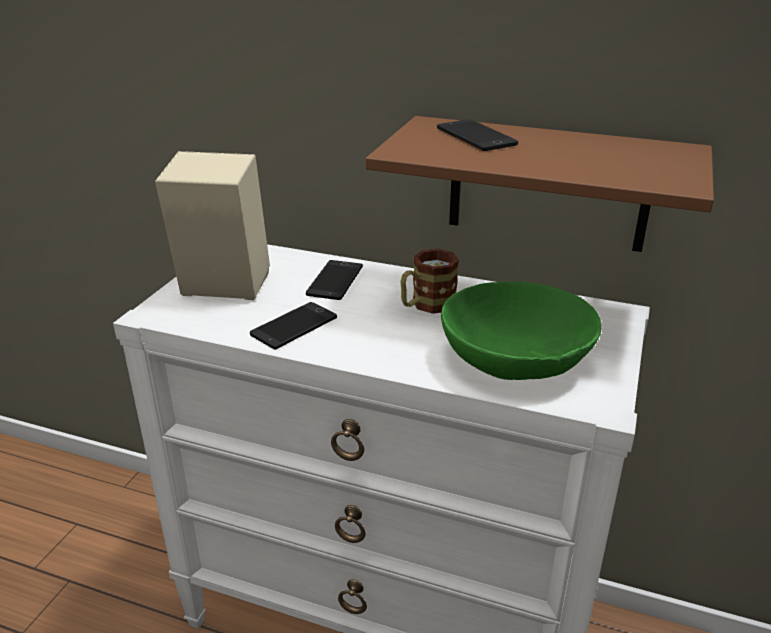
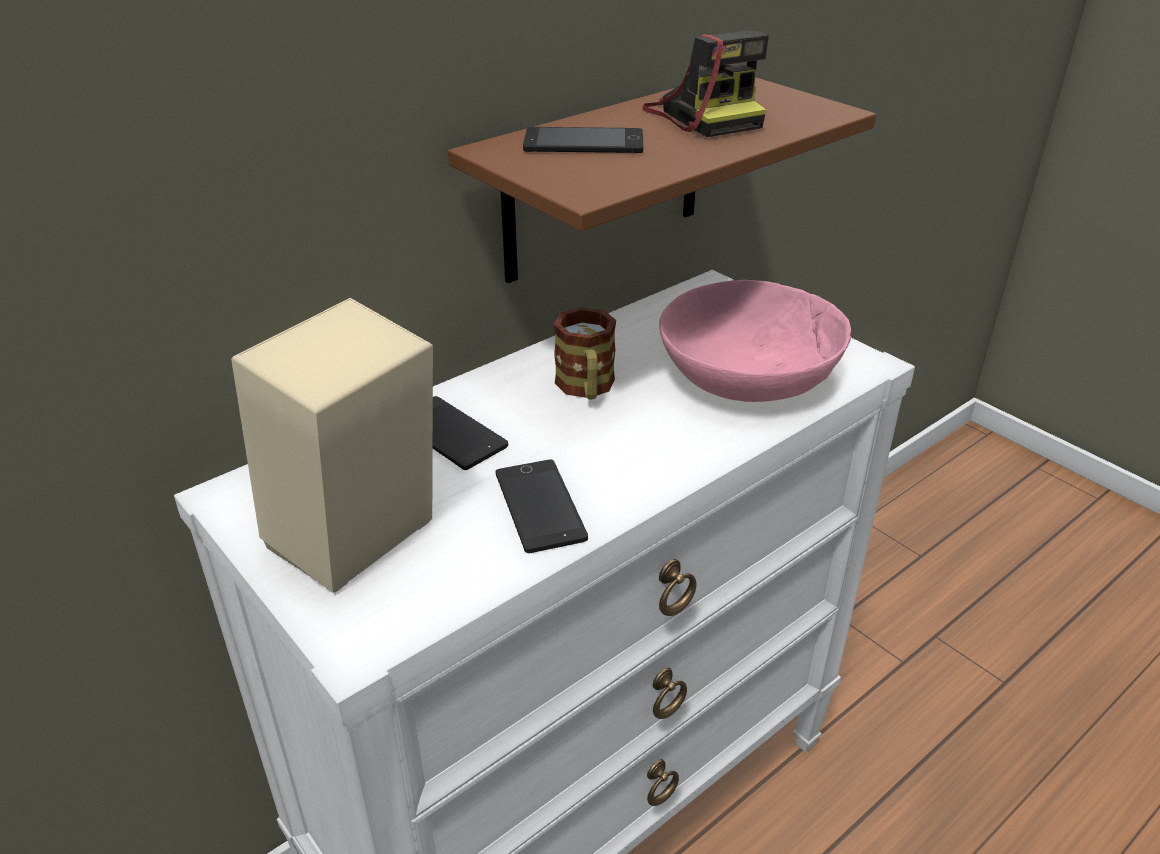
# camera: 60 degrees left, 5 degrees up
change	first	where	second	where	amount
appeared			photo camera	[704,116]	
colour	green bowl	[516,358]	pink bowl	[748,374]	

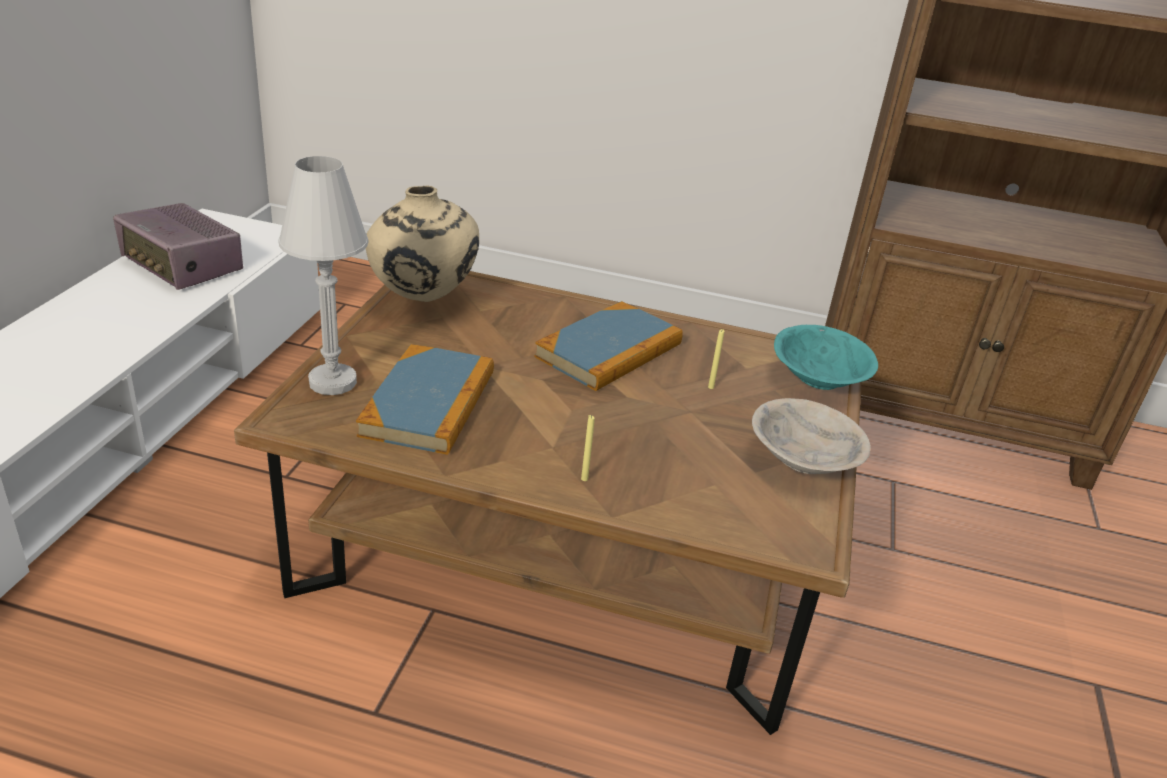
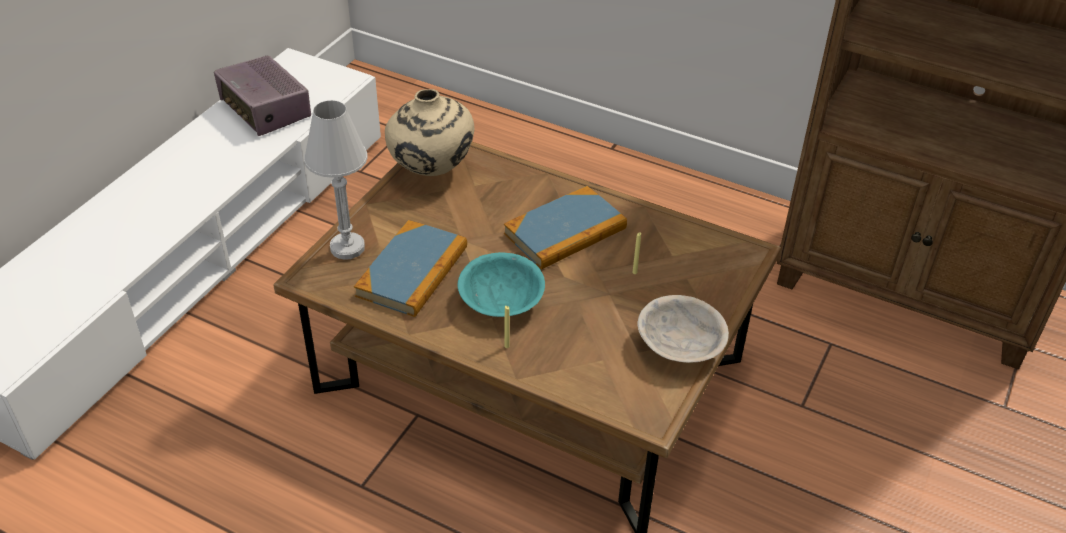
# camera: 15 degrees right, 10 degrees up
change	first	where	second	where	amount
relocated	turquoise bowl	[819,378]		[502,301]	

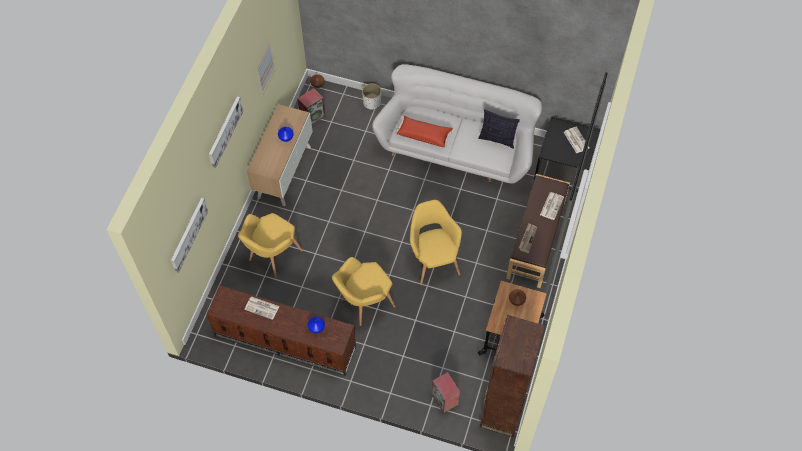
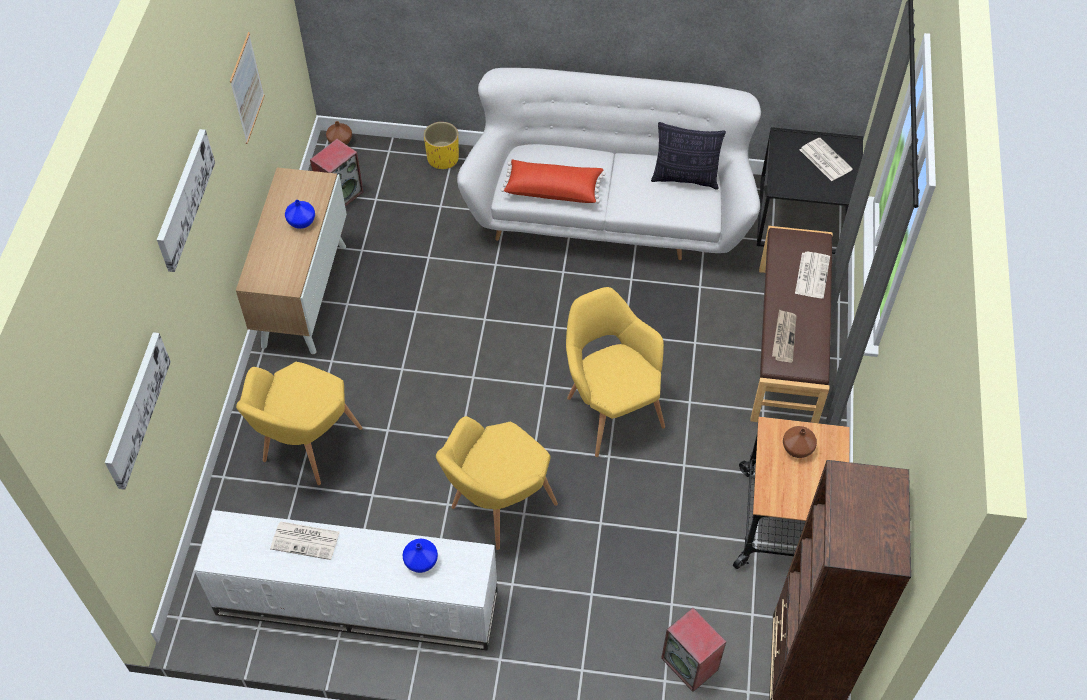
# camera: 10 degrees left, 5 degrees down
change	first	where	second	where	amount
colour	brown tv stand	[284,341]	white tv stand	[355,604]	
colour	white planter	[372,103]	yellow planter	[443,158]	

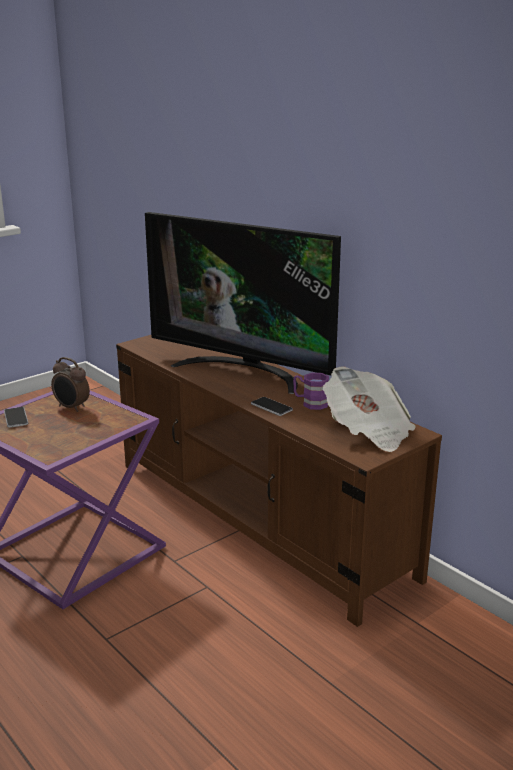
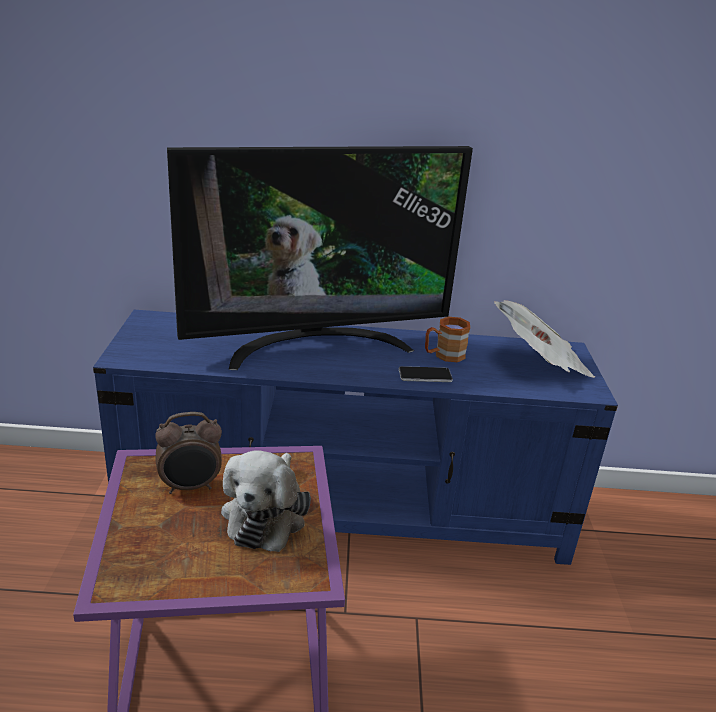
# camera: 50 degrees left, 5 degrees up
change	first	where	second	where	amount
missing	phone	[16,418]			
appeared			plush toy	[266,514]	
colour	brown tv stand	[259,518]	blue tv stand	[347,510]	
colour	purple mug	[310,403]	brown mug	[443,355]	

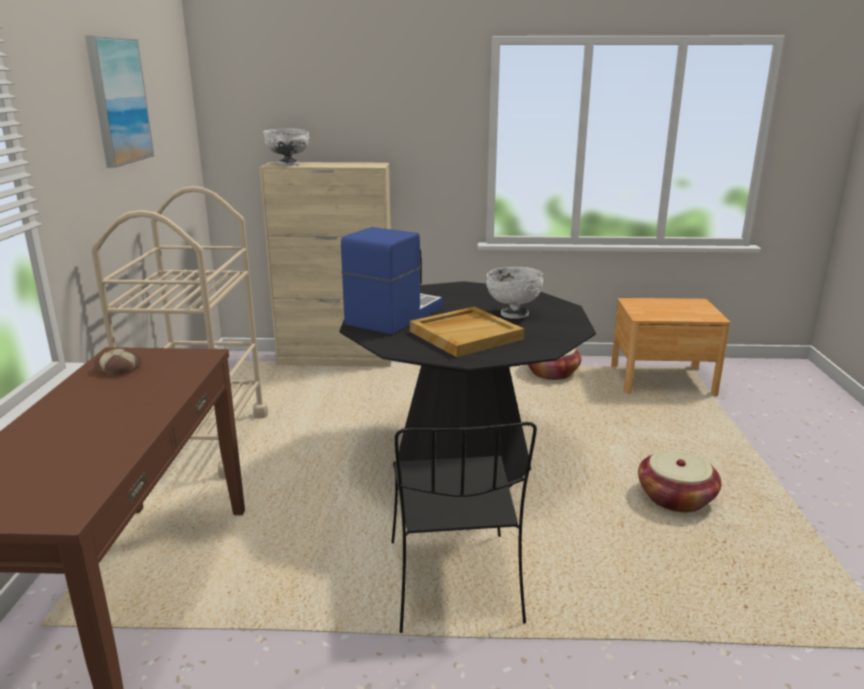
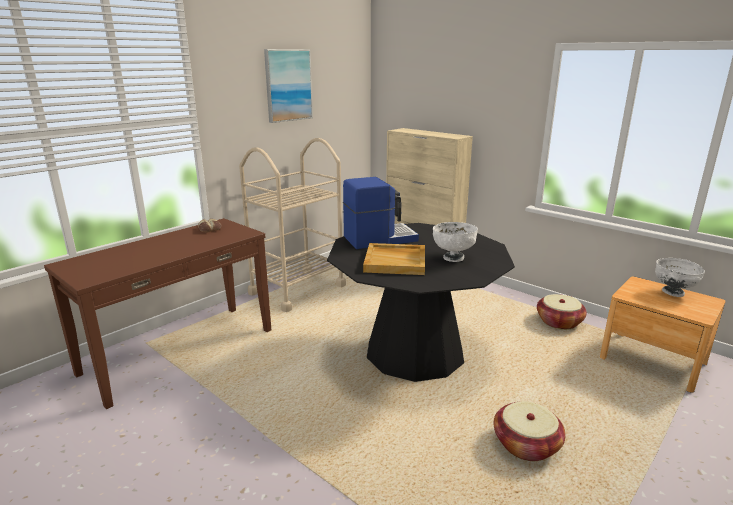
# camera: 40 degrees right, 0 degrees up
change	first	where	second	where	amount
missing	black chair	[455,584]			
relocated	white bowl	[288,164]		[673,293]	

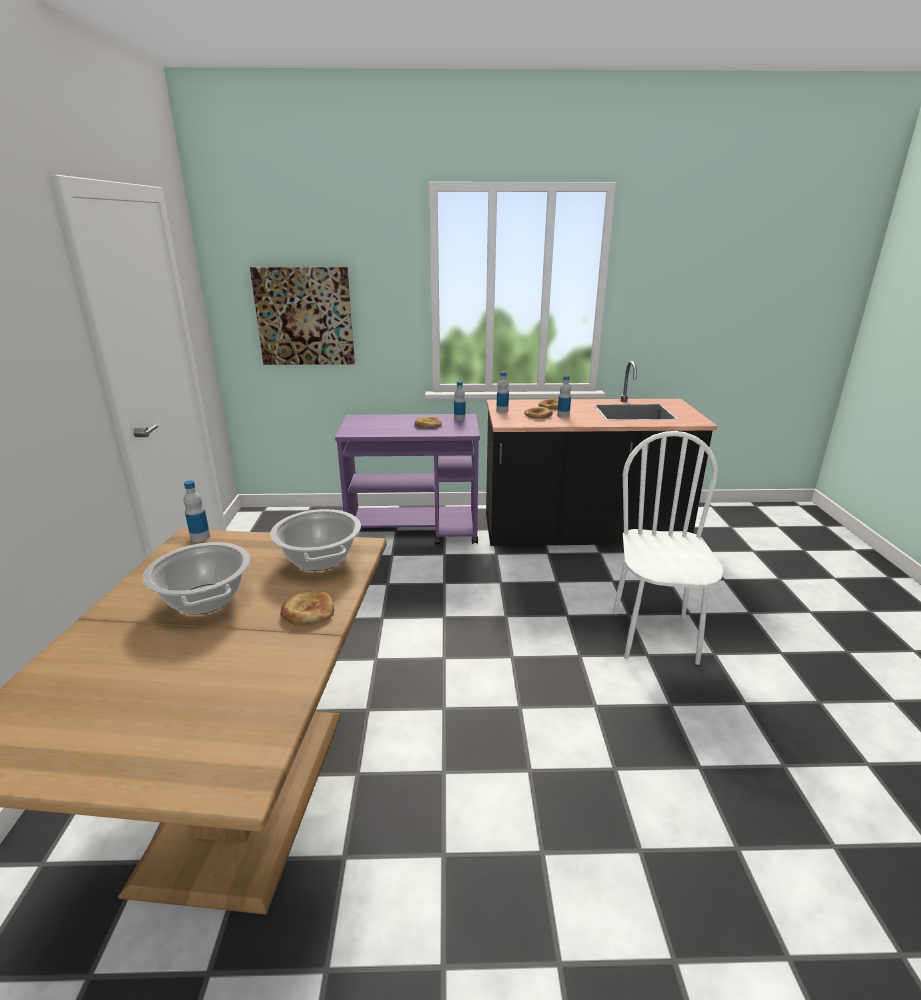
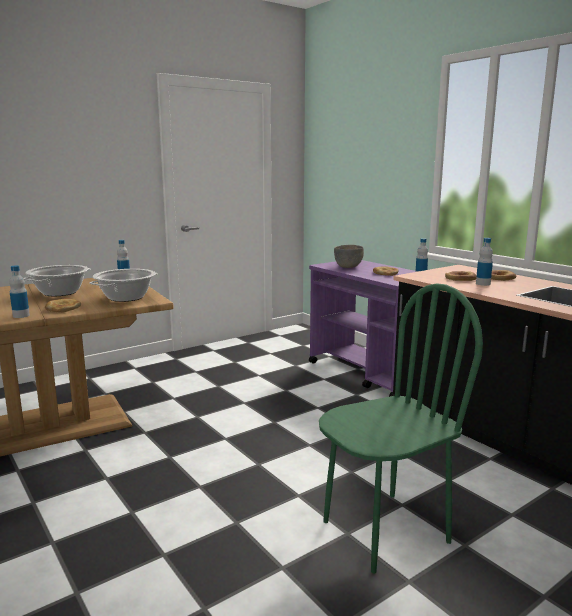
# camera: 55 degrees right, 10 degrees down
change	first	where	second	where	amount
missing	picture	[305,316]			
appeared			grey bowl	[348,267]	
relocated	bottle	[502,411]		[21,316]	
colour	white chair	[654,636]	green chair	[384,530]	

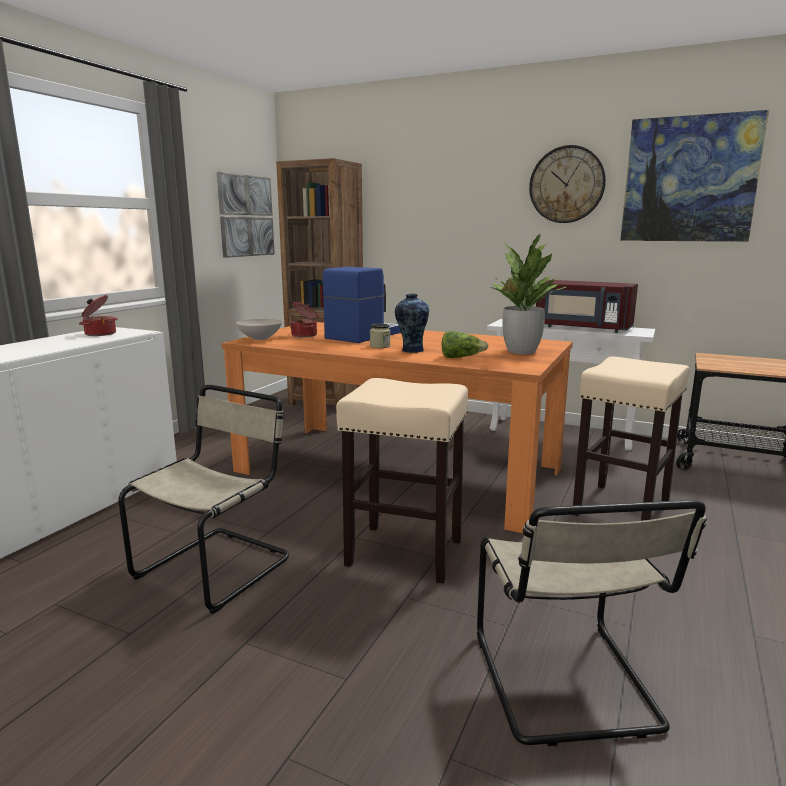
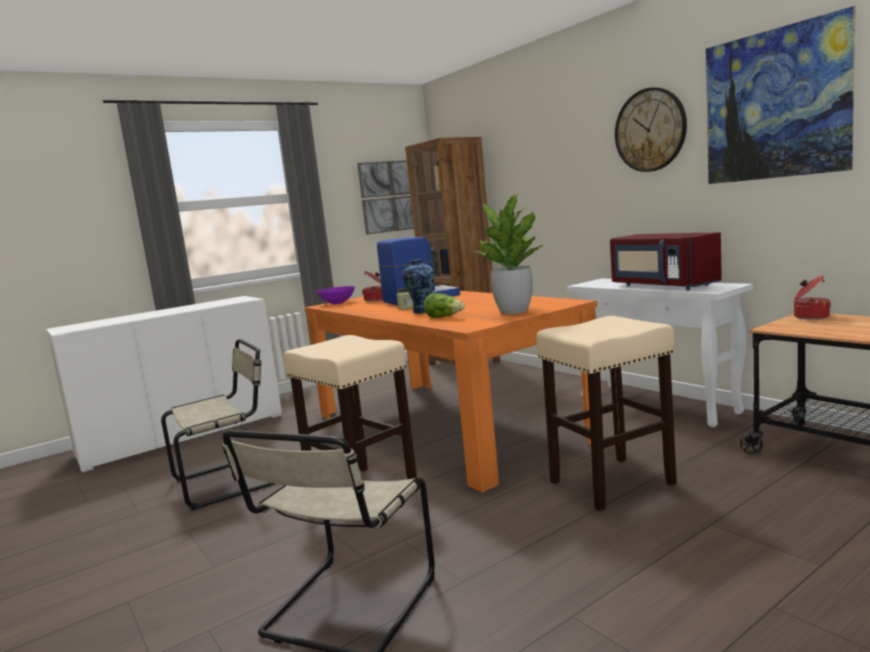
# camera: 30 degrees right, 5 degrees down
change	first	where	second	where	amount
relocated	cooking pot	[100,334]		[810,316]	
colour	white bowl	[259,338]	purple bowl	[337,303]	

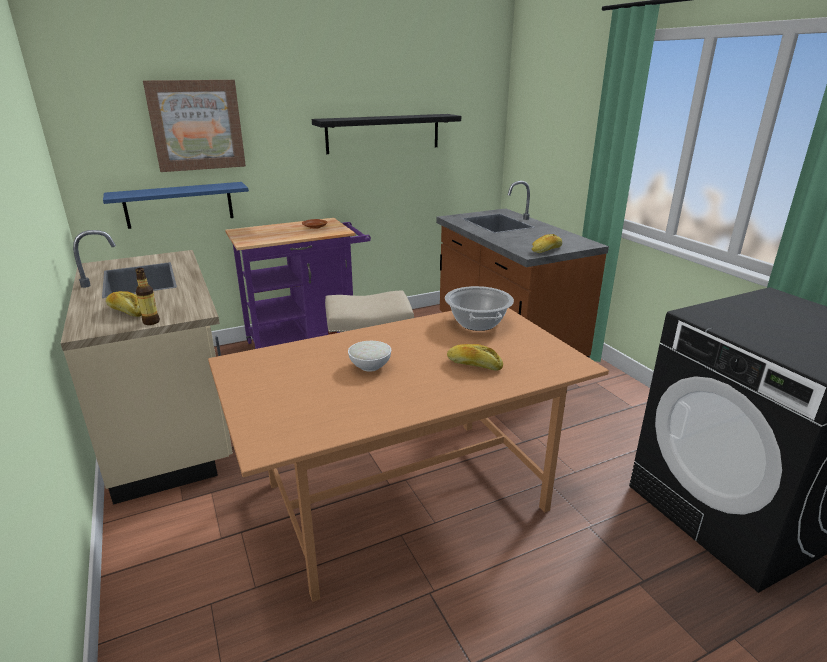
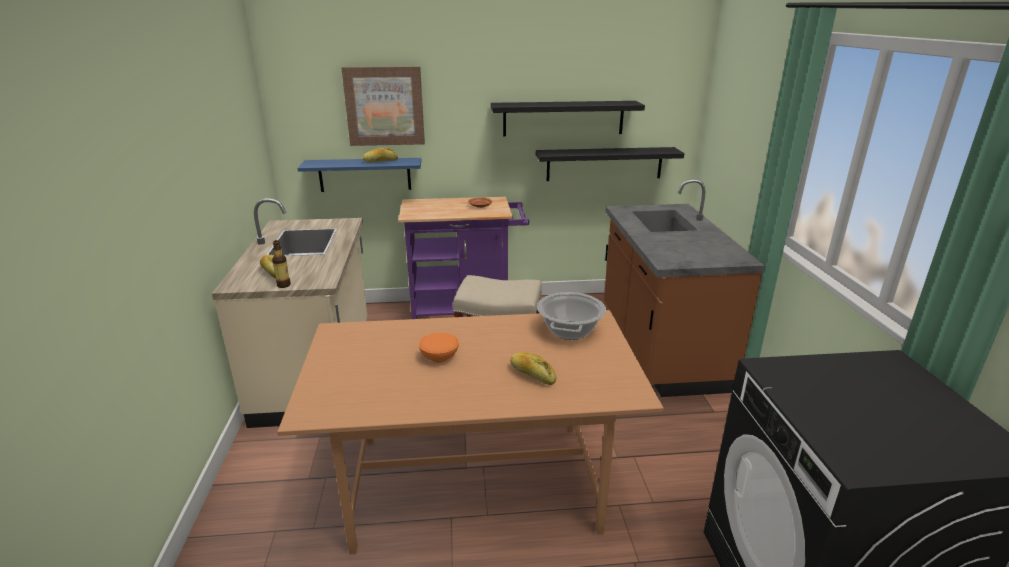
# camera: 20 degrees right, 0 degrees up
change	first	where	second	where	amount
appeared			black shelf	[604,164]	
relocated	bread	[546,250]		[380,161]	
colour	white bowl	[371,366]	orange bowl	[440,357]	

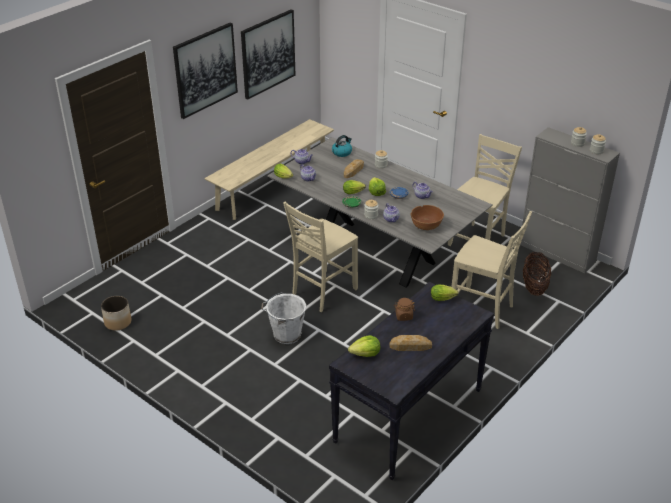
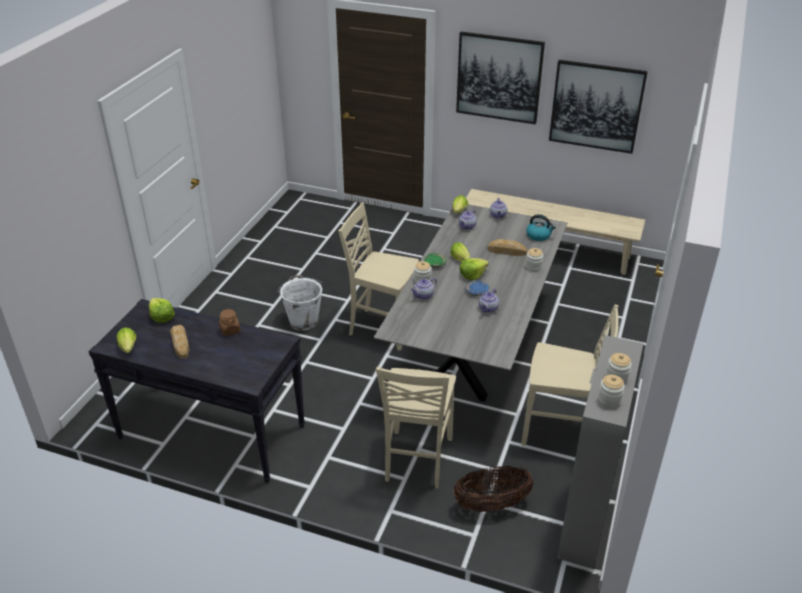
# camera: 70 degrees right, 0 degrees up
change	first	where	second	where	amount
missing	planter	[118,322]			
missing	brown bowl	[426,226]			
relocated	lettuce	[444,298]		[128,349]	

